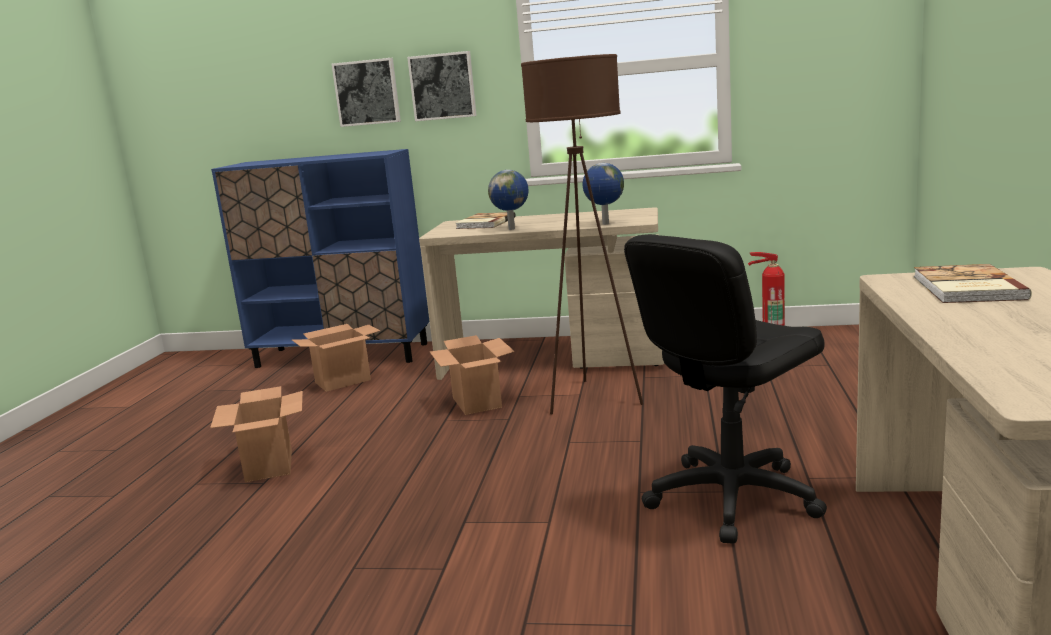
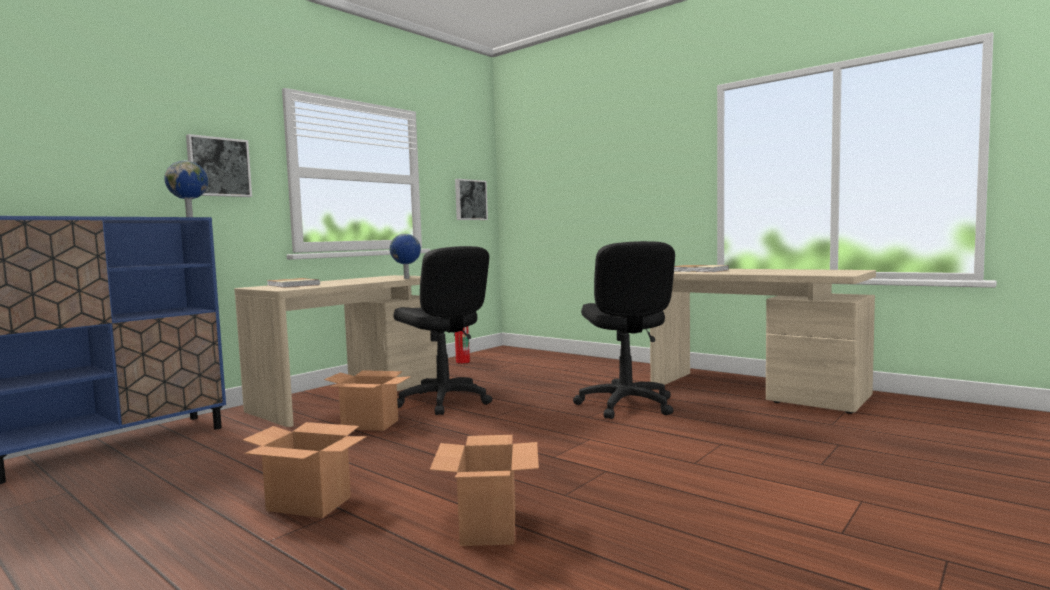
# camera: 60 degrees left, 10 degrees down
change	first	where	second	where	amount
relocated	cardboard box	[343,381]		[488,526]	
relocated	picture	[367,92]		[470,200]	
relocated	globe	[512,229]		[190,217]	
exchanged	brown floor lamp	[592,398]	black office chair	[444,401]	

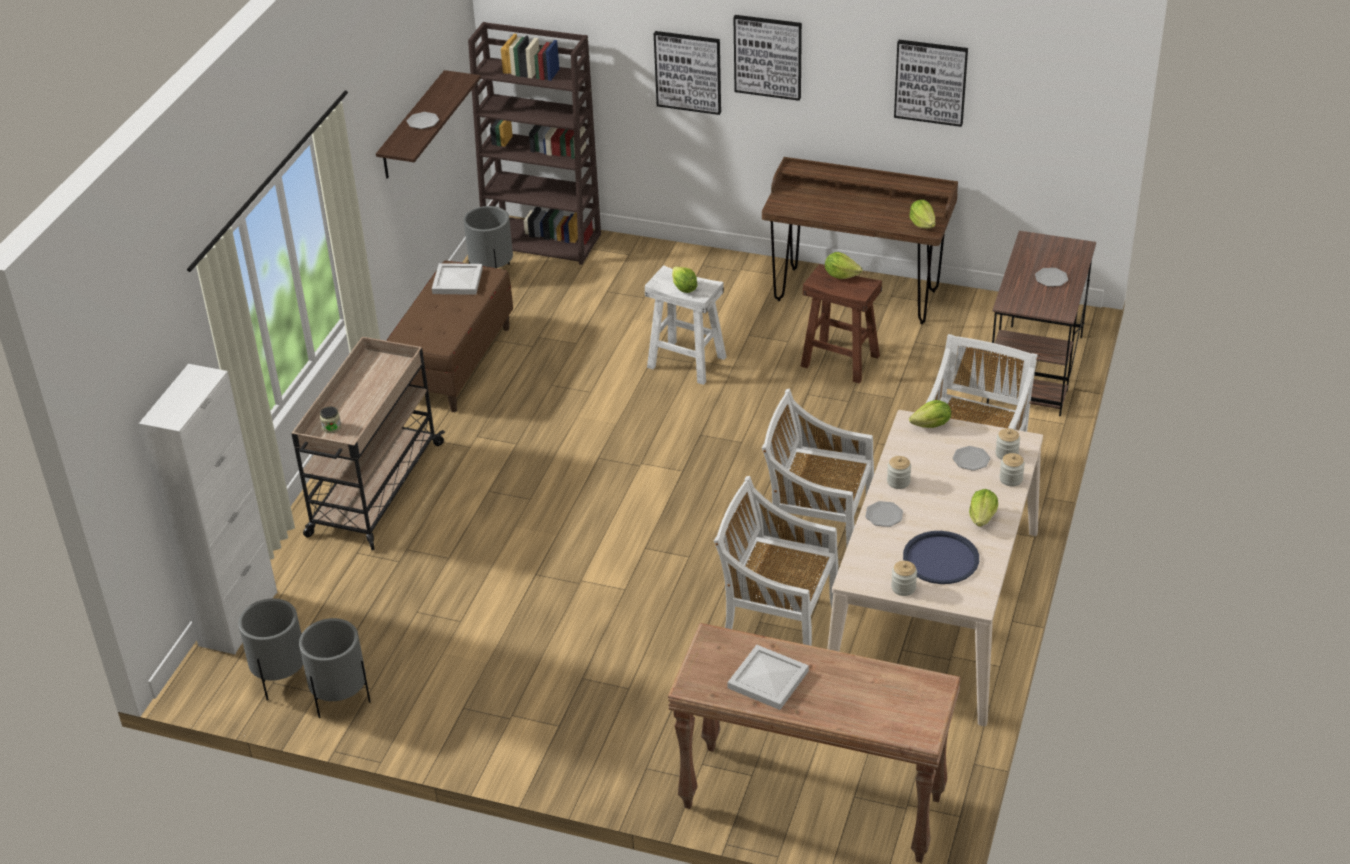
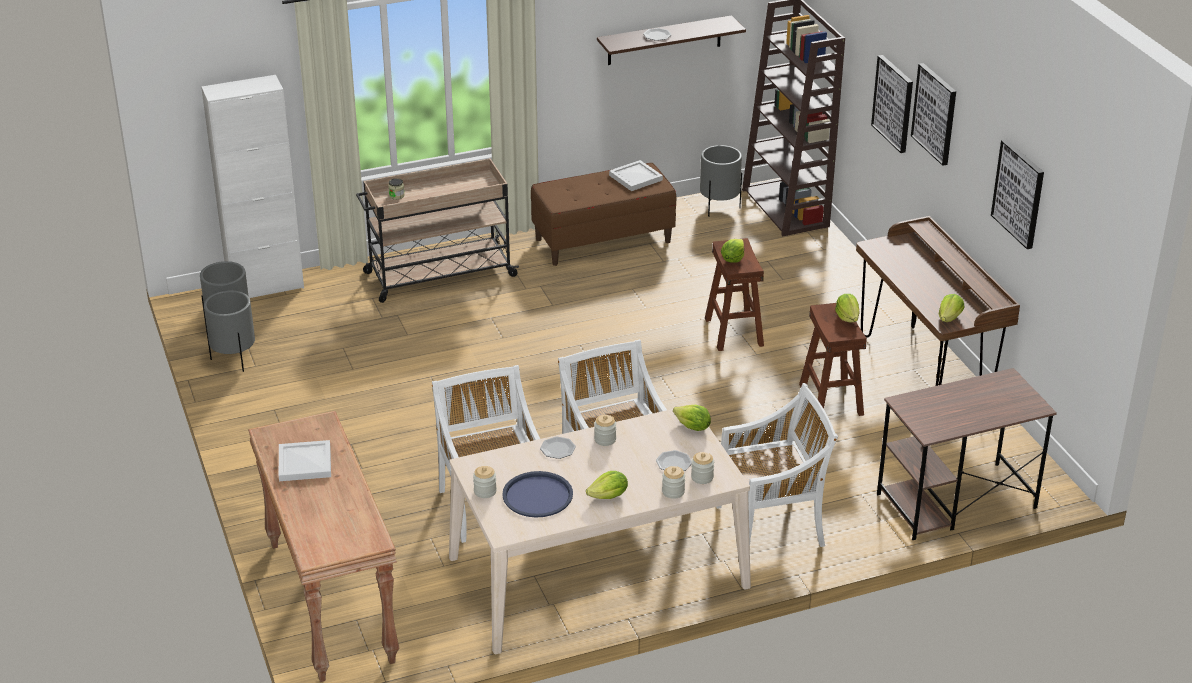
# camera: 50 degrees right, 5 degrees down
change	first	where	second	where	amount
missing	plate	[1051,278]			
colour	white stool	[687,362]	brown stool	[734,332]	

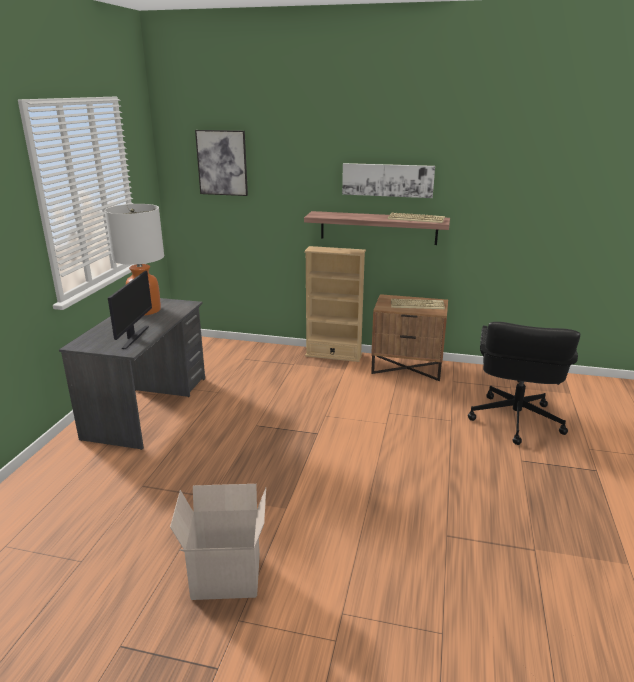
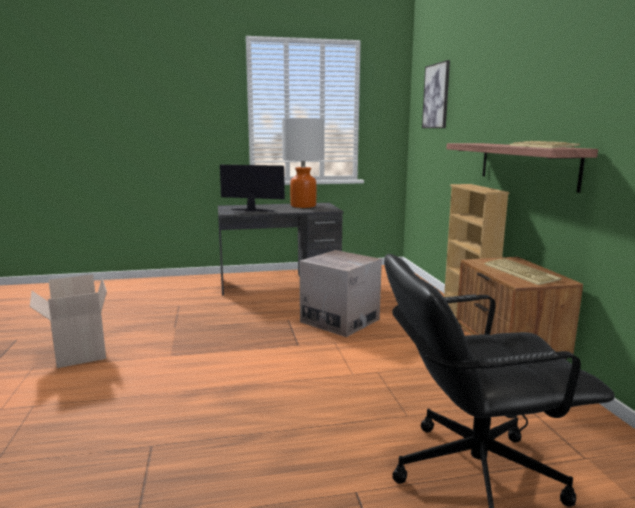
# camera: 65 degrees right, 10 degrees down
change	first	where	second	where	amount
missing	picture	[387,180]			
appeared			cardboard box	[340,320]	
spun	monitor	[134,337]		[252,210]	150 degrees counterclockwise

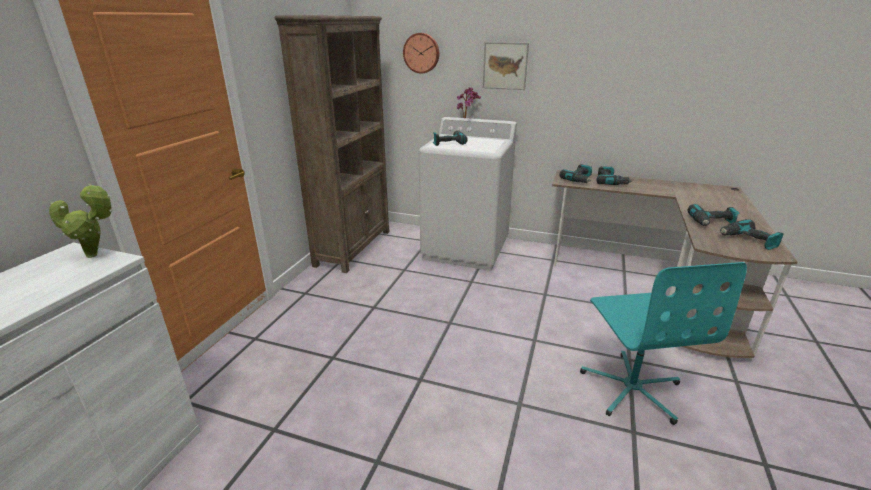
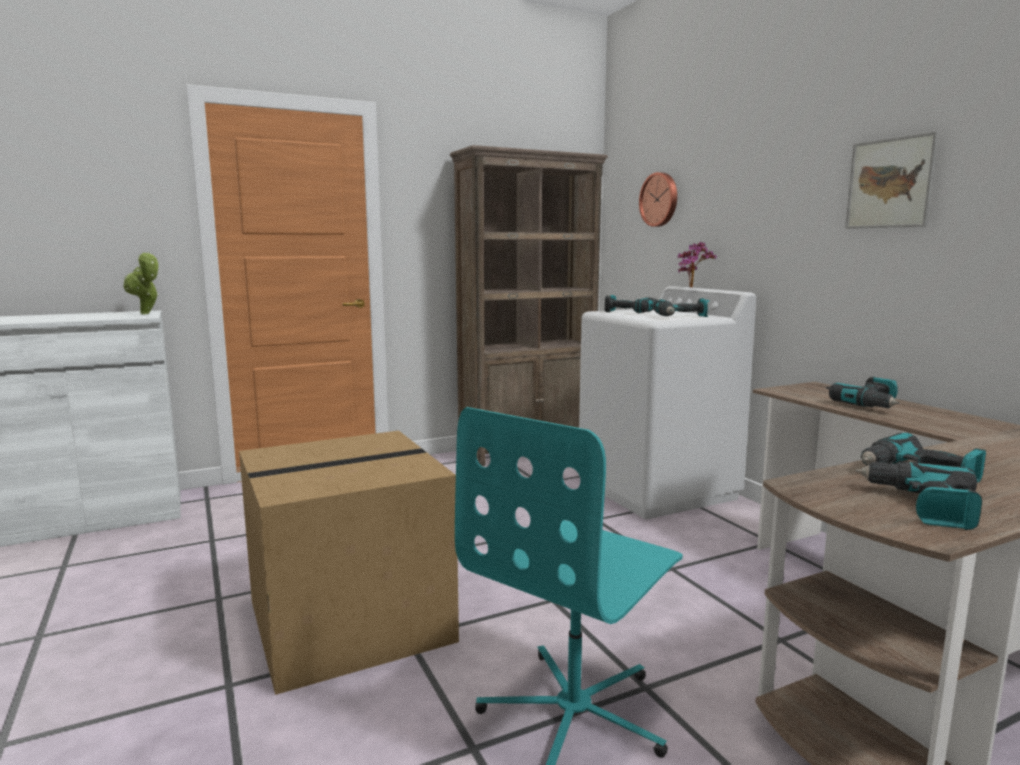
# camera: 45 degrees right, 15 degrees down
change	first	where	second	where	amount
appeared			cardboard box	[352,619]	
relocated	picture	[505,66]		[890,183]	
relocated	power drill	[579,179]		[682,317]	

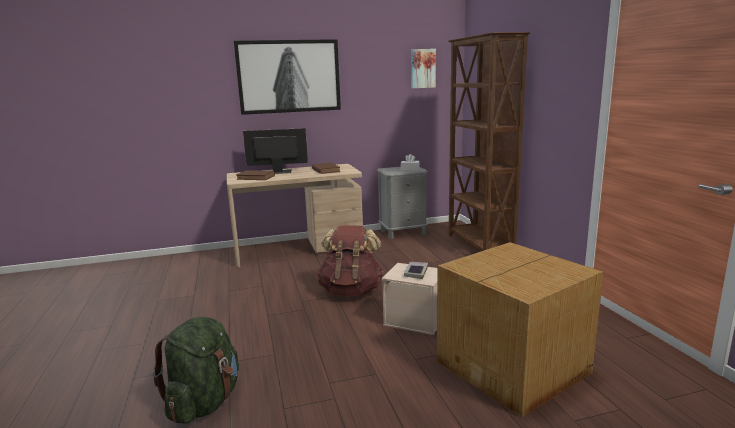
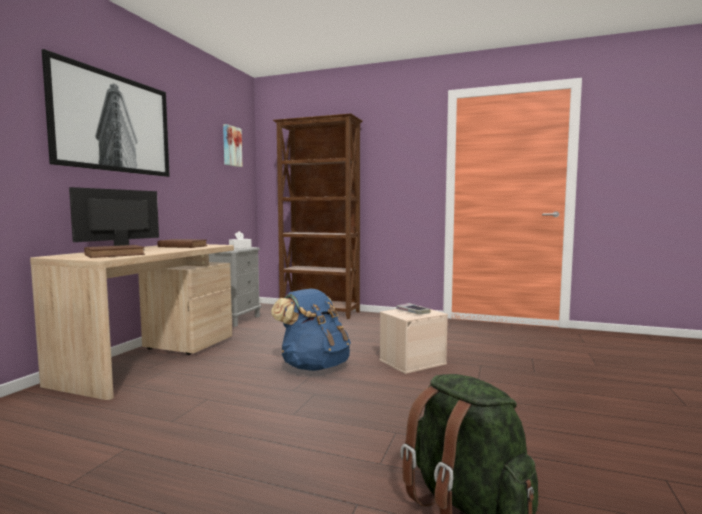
# camera: 55 degrees left, 10 degrees down
change	first	where	second	where	amount
missing	cardboard box	[515,367]			
colour	brown backpack	[351,291]	blue backpack	[314,366]	

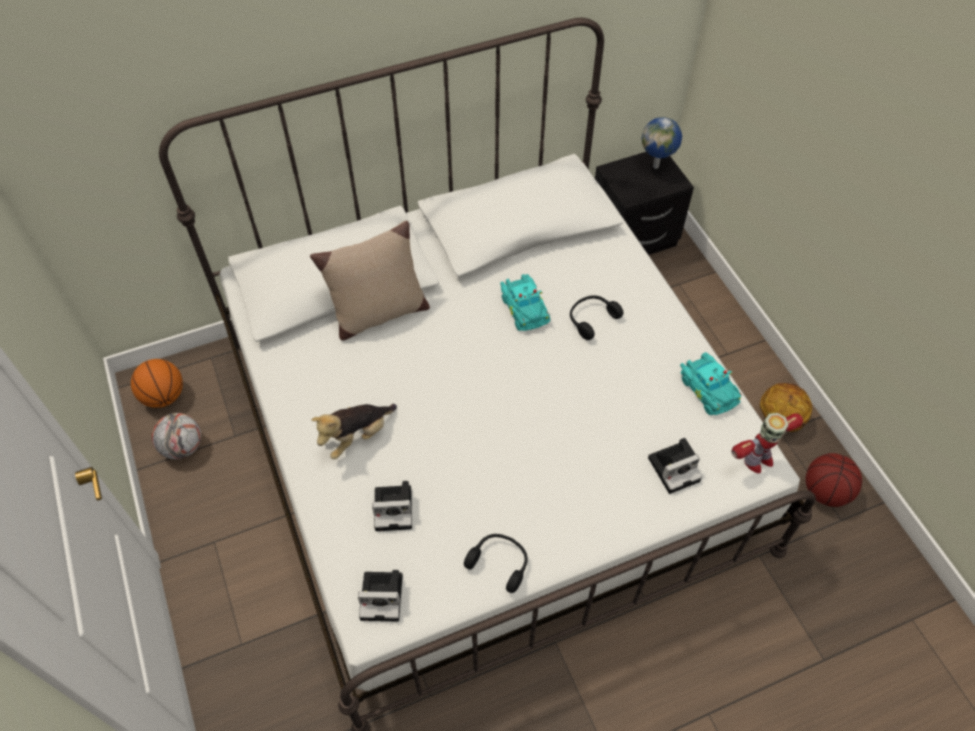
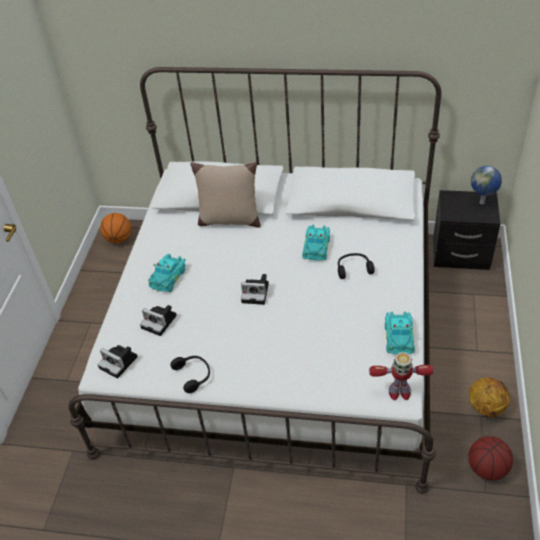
# camera: 35 degrees right, 10 degrees down
change	first	where	second	where	amount
missing	football	[183,447]			
relocated	photo camera	[675,468]		[256,292]	
exchanged	plush toy	[357,436]	turquoise toy car	[169,277]	

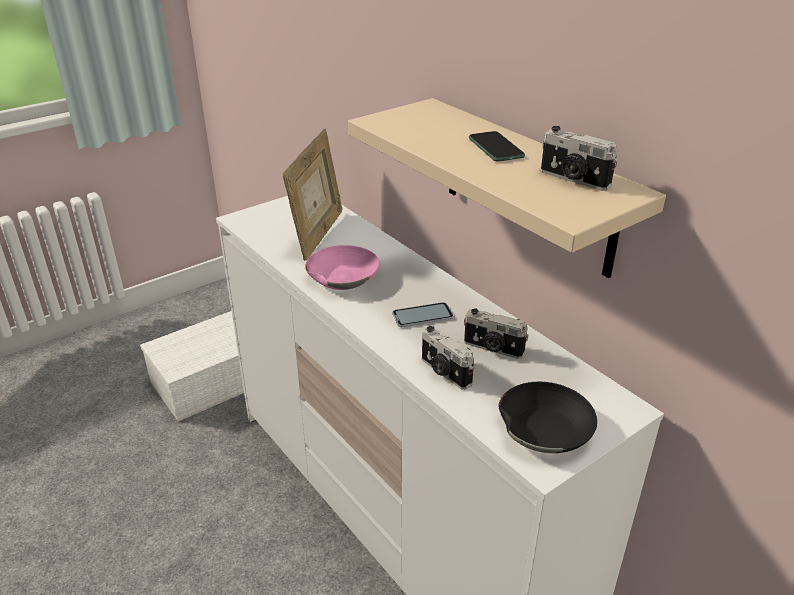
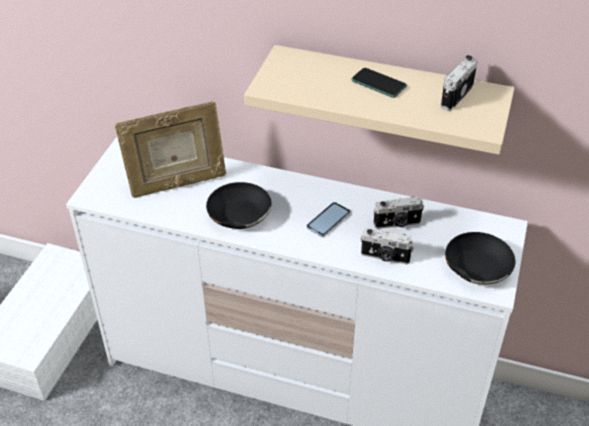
# camera: 35 degrees left, 10 degrees up
change	first	where	second	where	amount
colour	pink bowl	[342,277]	black bowl	[238,214]	
spun	picture frame	[318,236]		[177,184]	90 degrees clockwise
spun	photo camera	[573,179]		[455,95]	120 degrees clockwise

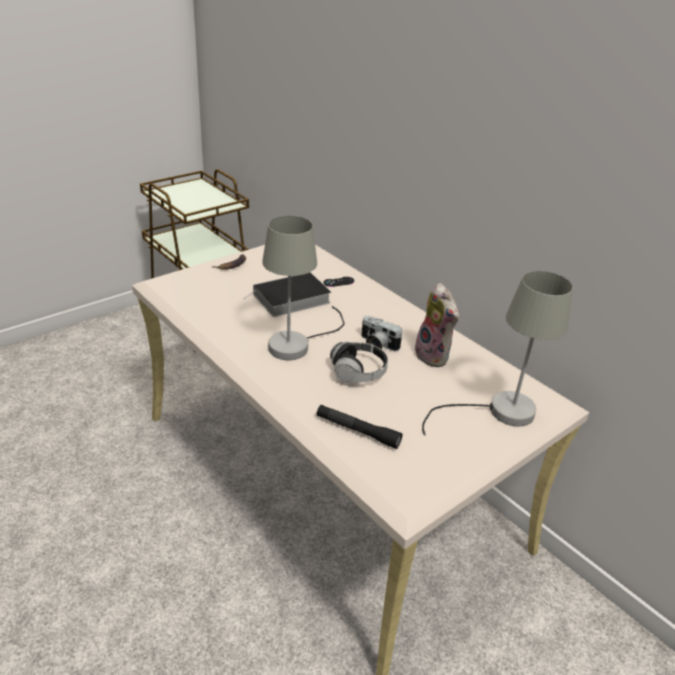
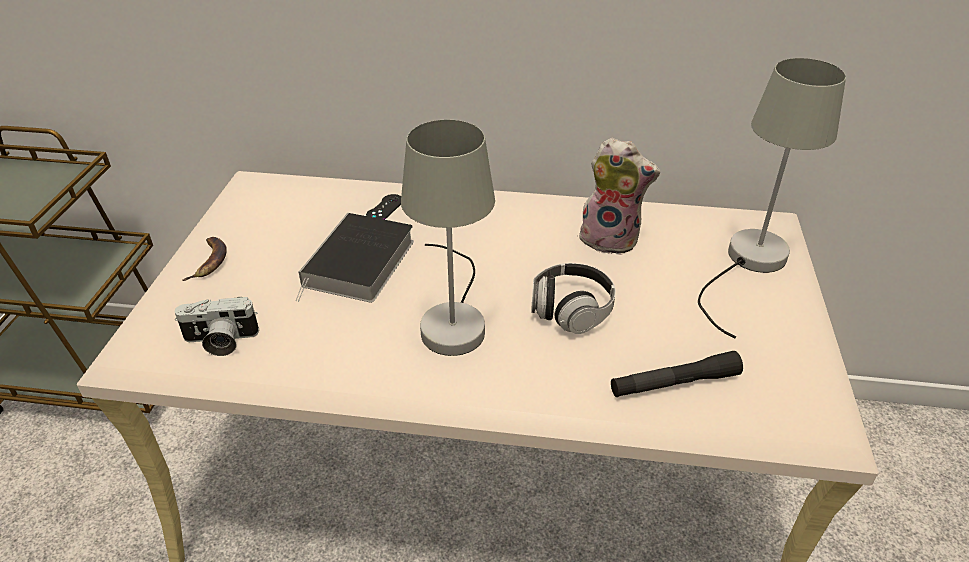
# camera: 40 degrees left, 5 degrees up
change	first	where	second	where	amount
relocated	photo camera	[377,345]		[220,341]	

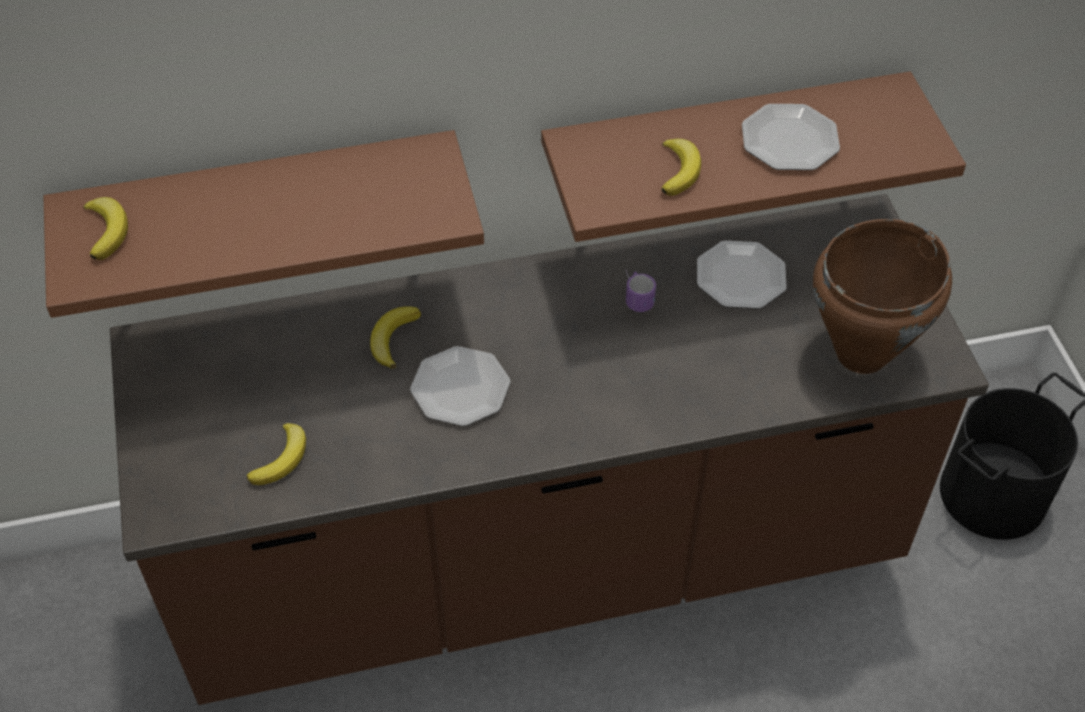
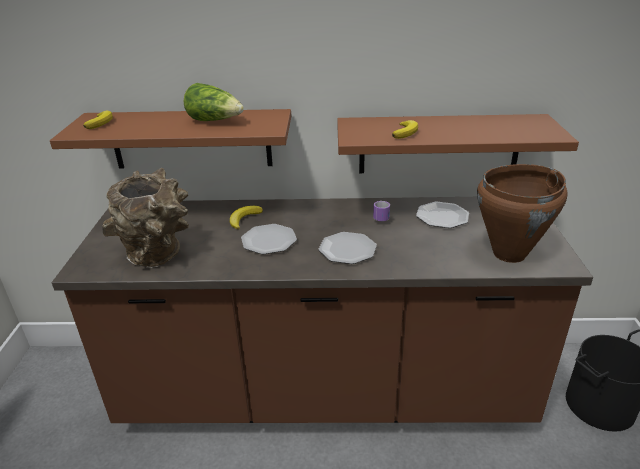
# camera: 15 degrees right, 20 degrees down
change	first	where	second	where	amount
appeared			lettuce	[215,121]	
relocated	plate	[788,140]		[347,250]	
exchanged	banana	[282,458]	brown vase	[159,256]	

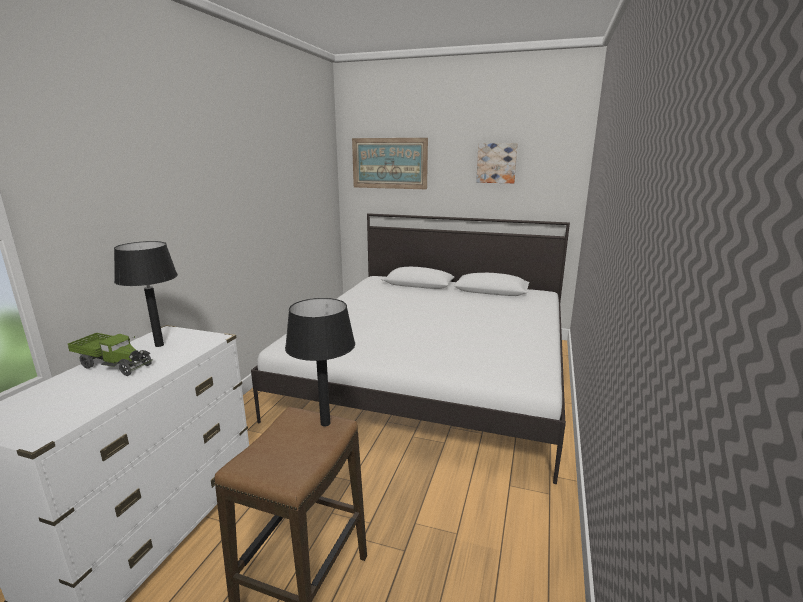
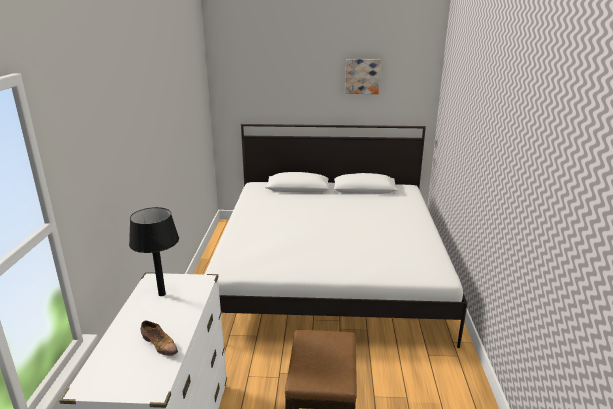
# camera: 15 degrees left, 5 degrees up
change	first	where	second	where	amount
missing	toy truck	[114,365]			
missing	black table lamp	[325,423]			
missing	picture	[389,163]			
appeared			shoe	[160,344]	

